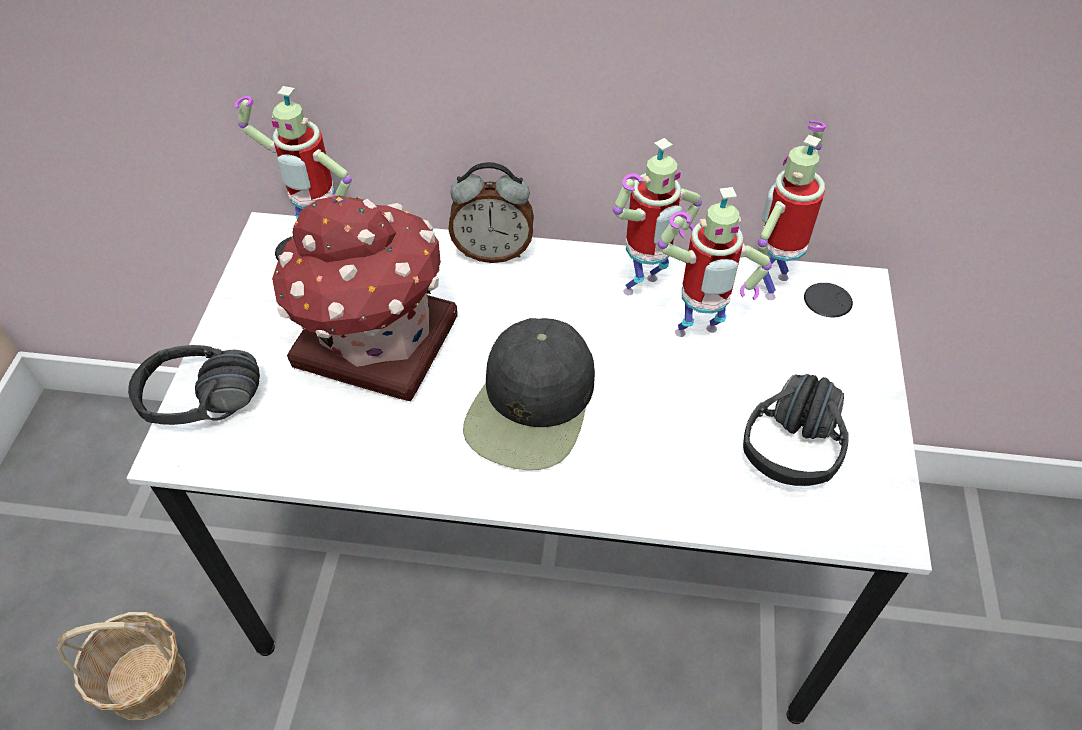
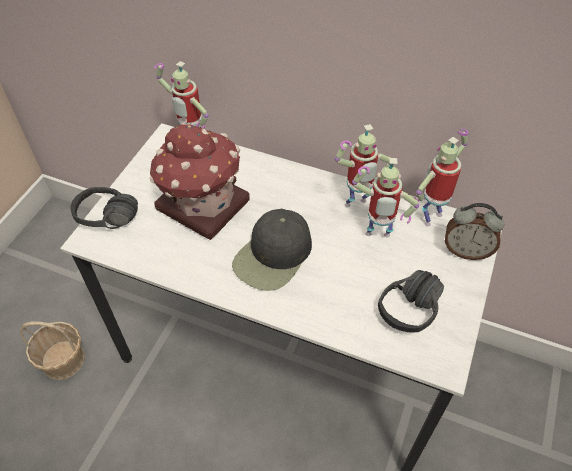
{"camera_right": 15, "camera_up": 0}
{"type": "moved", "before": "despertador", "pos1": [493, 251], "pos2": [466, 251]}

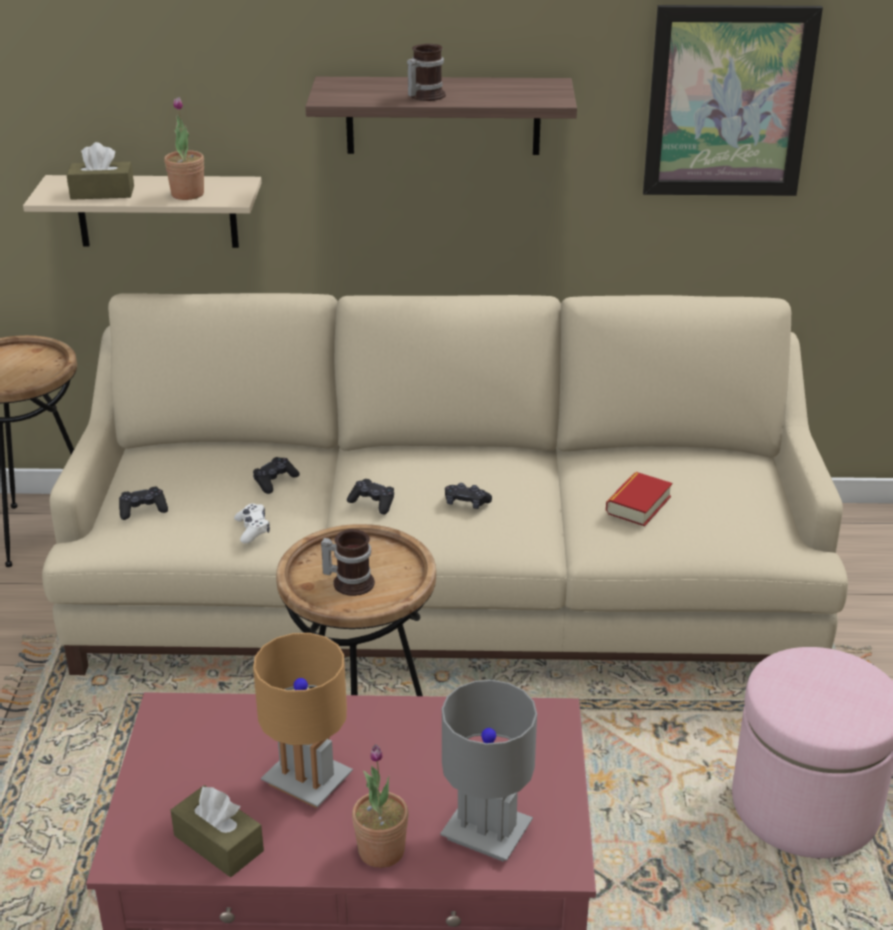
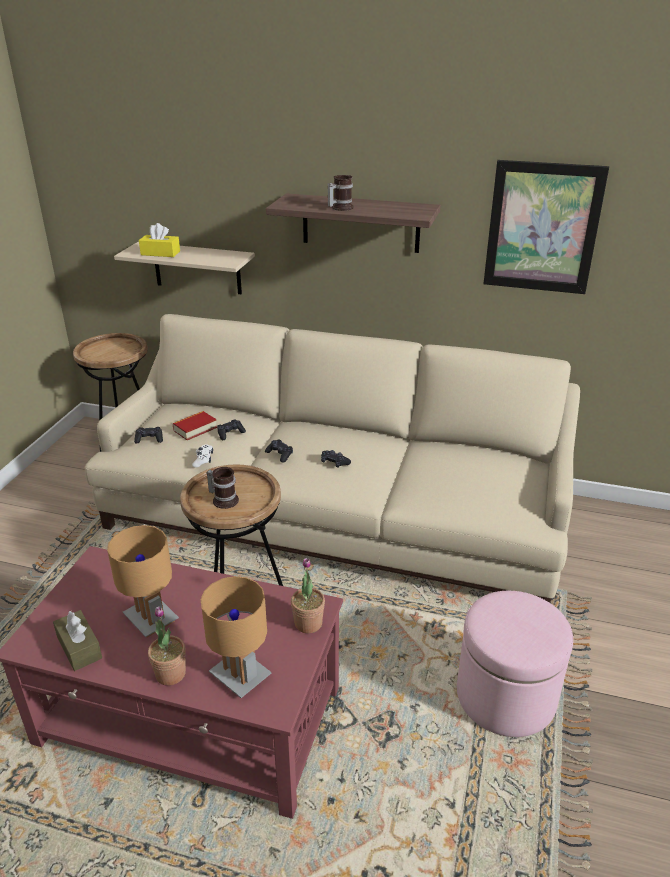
{"camera_right": 15, "camera_up": 0}
{"type": "recoloured", "before": "caja de pañuelos/marrón", "after": "caja de pañuelos/amarillo", "pos1": [102, 193], "pos2": [160, 253]}
{"type": "moved", "before": "planta en maceta", "pos1": [187, 194], "pos2": [308, 623]}
{"type": "recoloured", "before": "lámpara de mesa/gris", "after": "lámpara de mesa/marrón", "pos1": [486, 833], "pos2": [240, 676]}
{"type": "moved", "before": "libro", "pos1": [638, 505], "pos2": [195, 429]}

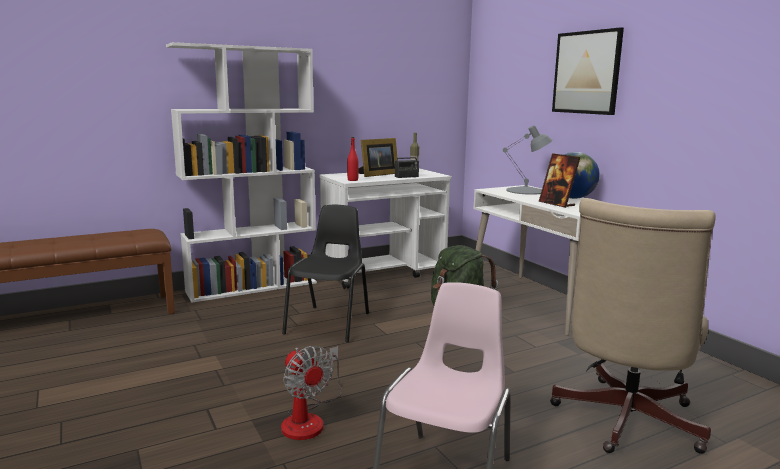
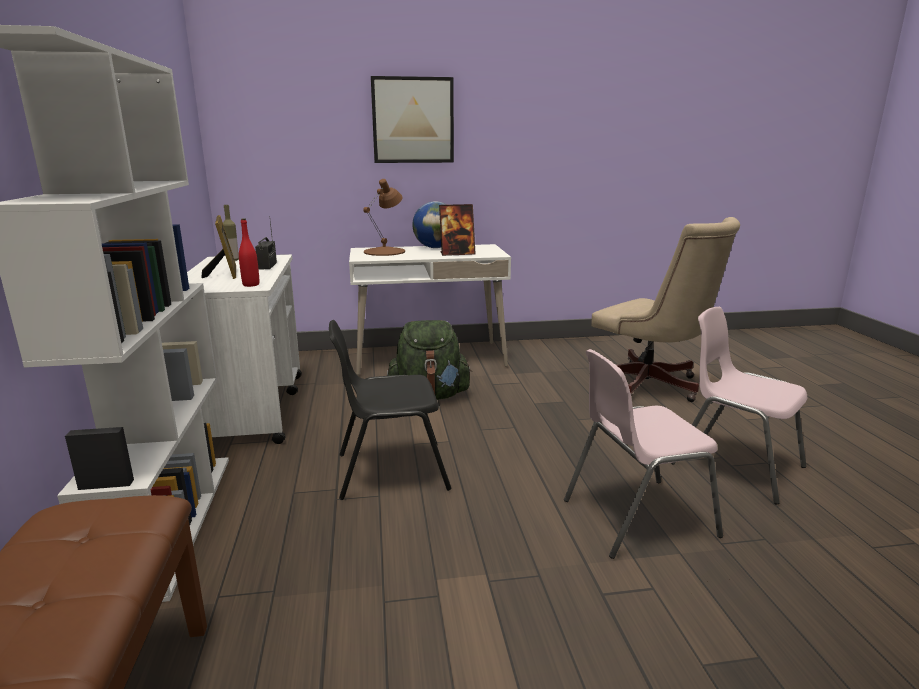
{"camera_right": -70, "camera_up": 5}
{"type": "replaced", "before": "ventilador", "after": "silla/rosa", "pos1": [309, 419], "pos2": [635, 517]}
{"type": "turned", "before": "silla/negro", "pos1": [329, 323], "pos2": [390, 471], "turn": -45}
{"type": "recoloured", "before": "lámpara de mesa/gris", "after": "lámpara de mesa/marrón", "pos1": [526, 191], "pos2": [385, 251]}

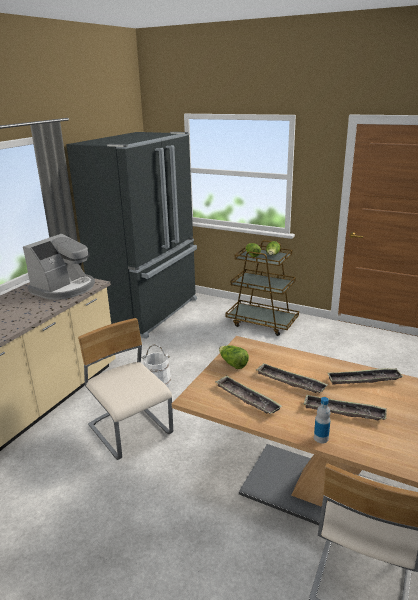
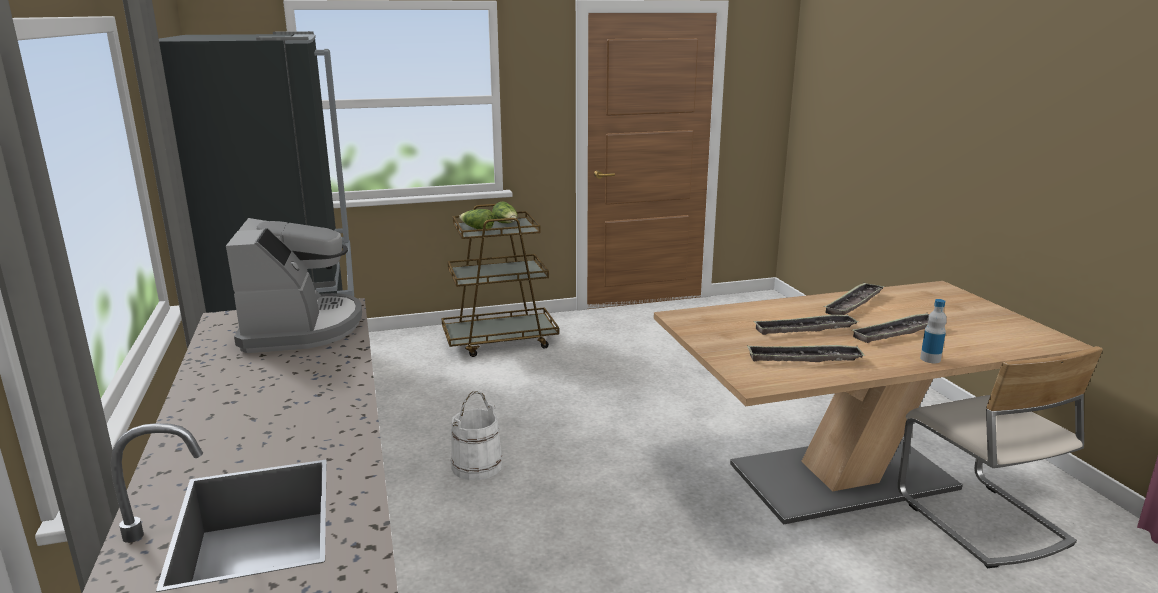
{"camera_right": -45, "camera_up": -5}
{"type": "removed", "before": "silla/beis", "pos1": [131, 430]}
{"type": "removed", "before": "lechuga", "pos1": [233, 364]}

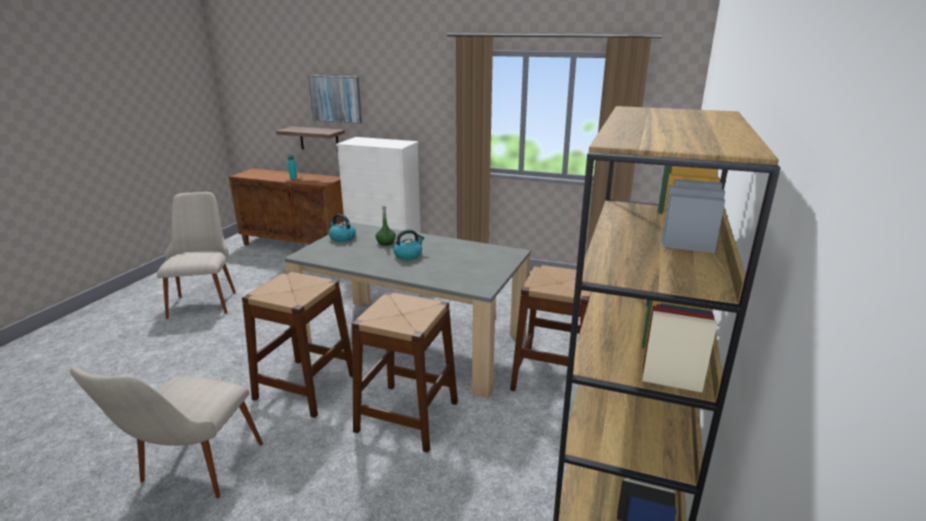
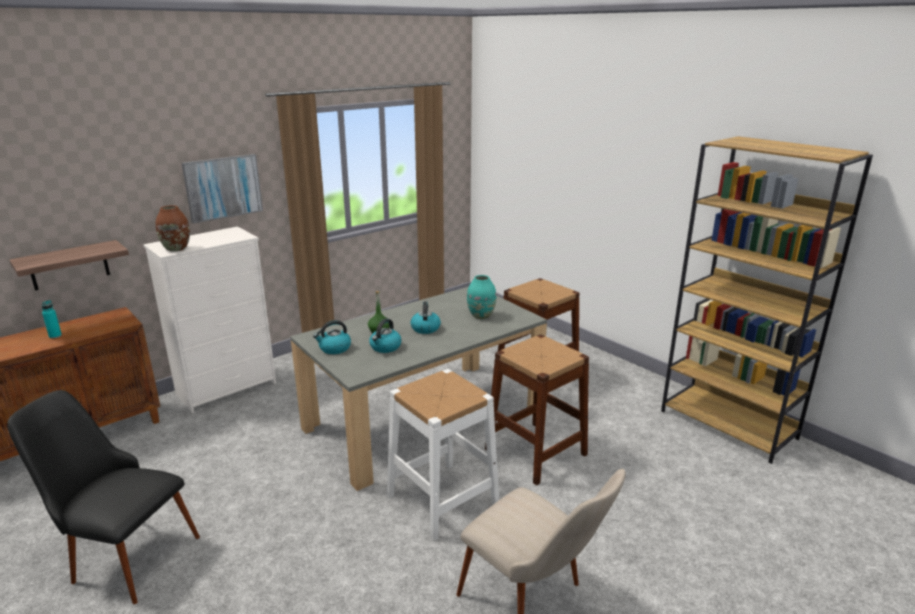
{"camera_right": -60, "camera_up": 0}
{"type": "recoloured", "before": "silla/beis", "after": "silla/negro", "pos1": [205, 299], "pos2": [122, 554]}
{"type": "recoloured", "before": "taburete/marrón", "after": "taburete/blanco", "pos1": [305, 386], "pos2": [442, 499]}
{"type": "moved", "before": "cuadro", "pos1": [336, 99], "pos2": [223, 187]}
{"type": "added", "after": "florero/marrón", "pos2": [176, 249]}
{"type": "added", "after": "hervidor", "pos2": [385, 347]}
{"type": "added", "after": "florero/turquesa", "pos2": [481, 316]}

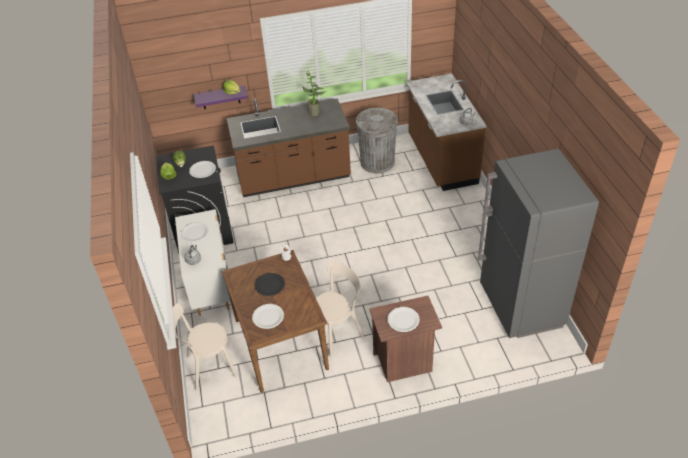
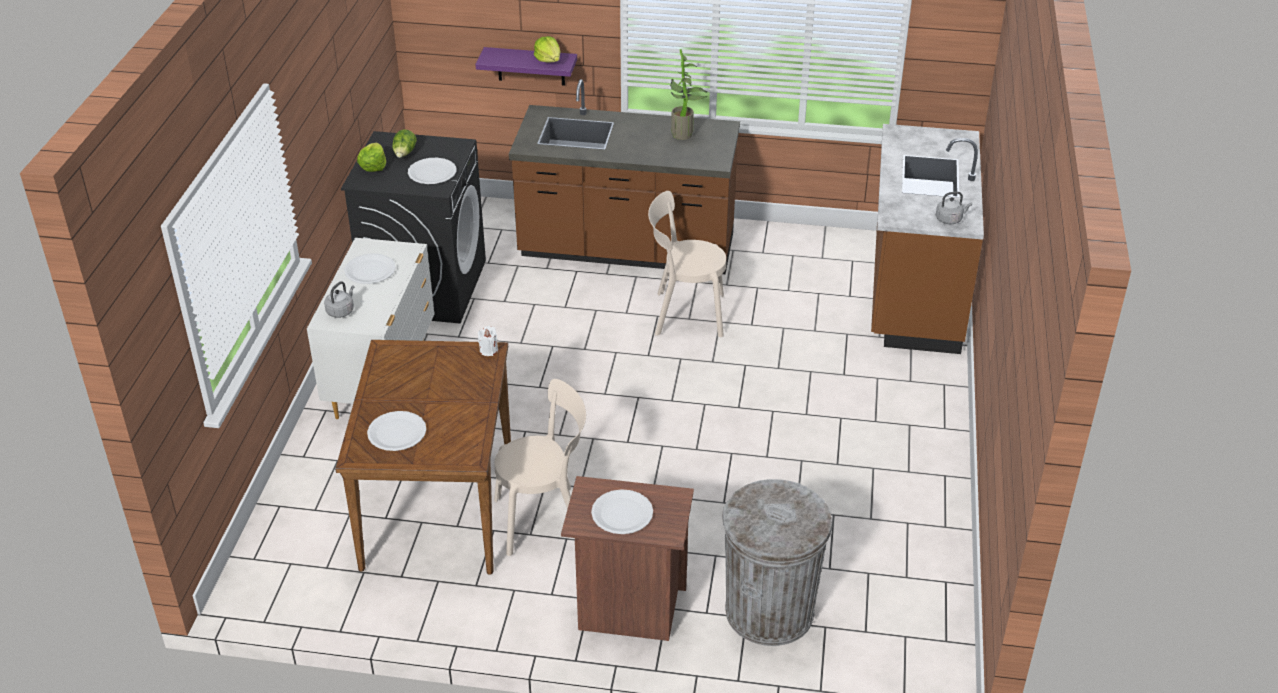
{"camera_right": 20, "camera_up": -5}
{"type": "moved", "before": "silla/beis", "pos1": [209, 367], "pos2": [685, 314]}
{"type": "removed", "before": "plato/negro", "pos1": [269, 285]}
{"type": "moved", "before": "papelera/gris", "pos1": [377, 162], "pos2": [769, 611]}
{"type": "removed", "before": "nevera/gris", "pos1": [520, 307]}

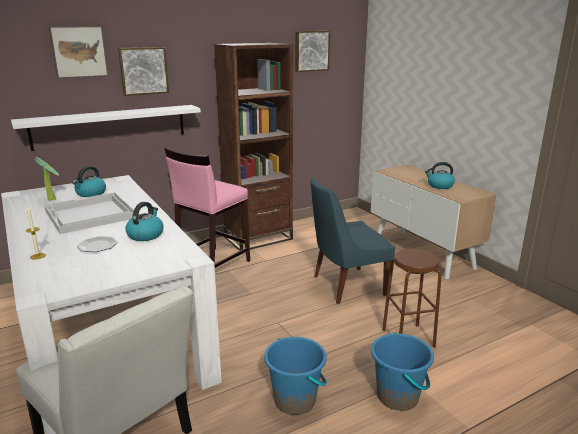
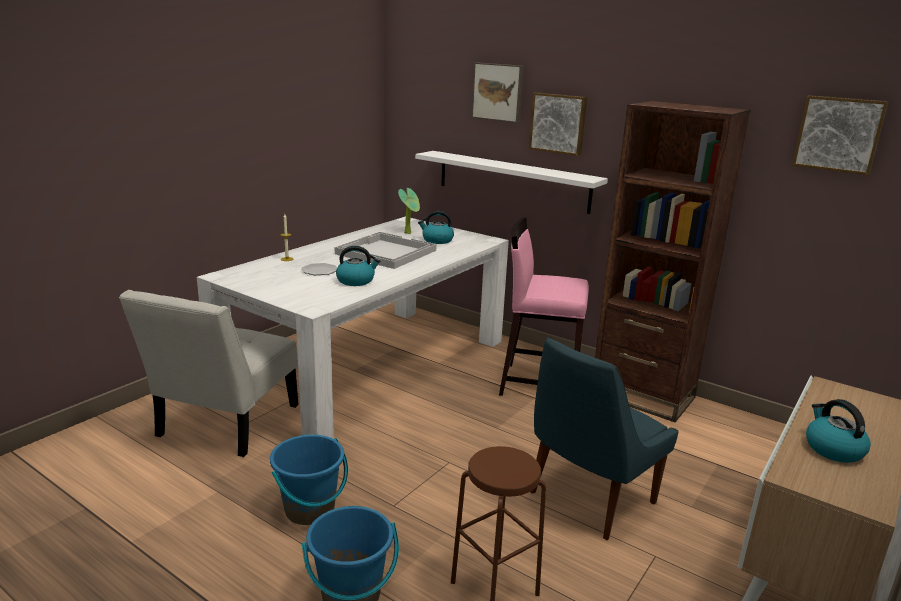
{"camera_right": 65, "camera_up": 0}
{"type": "turned", "before": "silla/azul", "pos1": [346, 286], "pos2": [588, 499], "turn": -90}

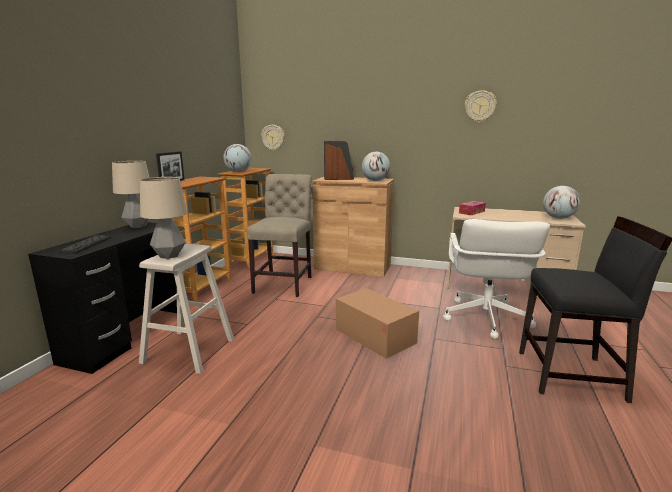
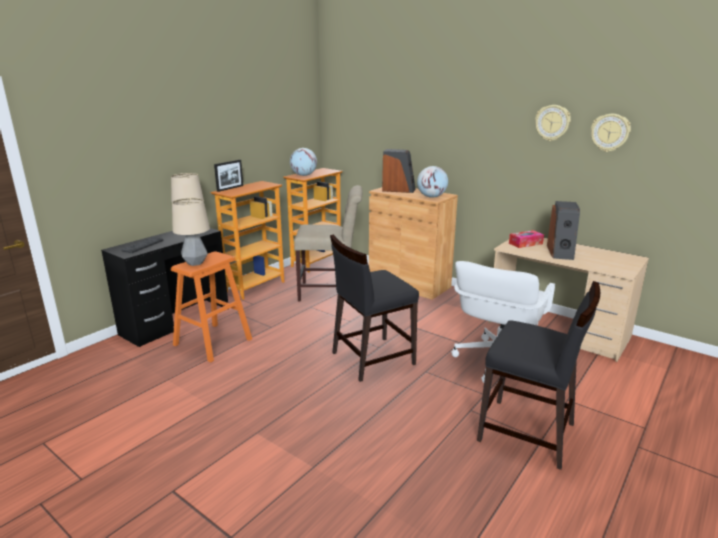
{"camera_right": 20, "camera_up": 5}
{"type": "recoloured", "before": "taburete/beis", "after": "taburete/naranja", "pos1": [189, 351], "pos2": [212, 342]}
{"type": "turned", "before": "silla/beis", "pos1": [285, 283], "pos2": [330, 292], "turn": 60}
{"type": "moved", "before": "reloj de pared", "pos1": [273, 137], "pos2": [610, 132]}
{"type": "replaced", "before": "caja de cartón", "after": "silla/negro", "pos1": [374, 336], "pos2": [372, 358]}
{"type": "removed", "before": "globo terráqueo", "pos1": [558, 218]}
{"type": "added", "after": "altavoz", "pos2": [561, 252]}

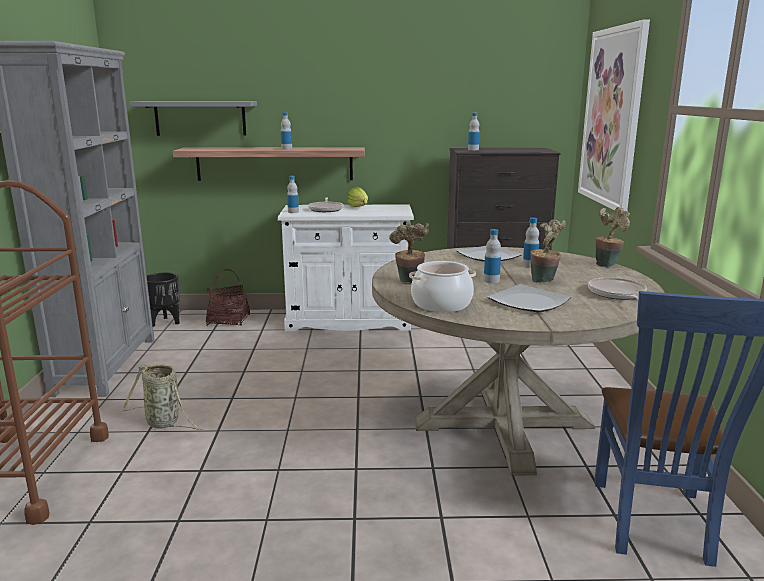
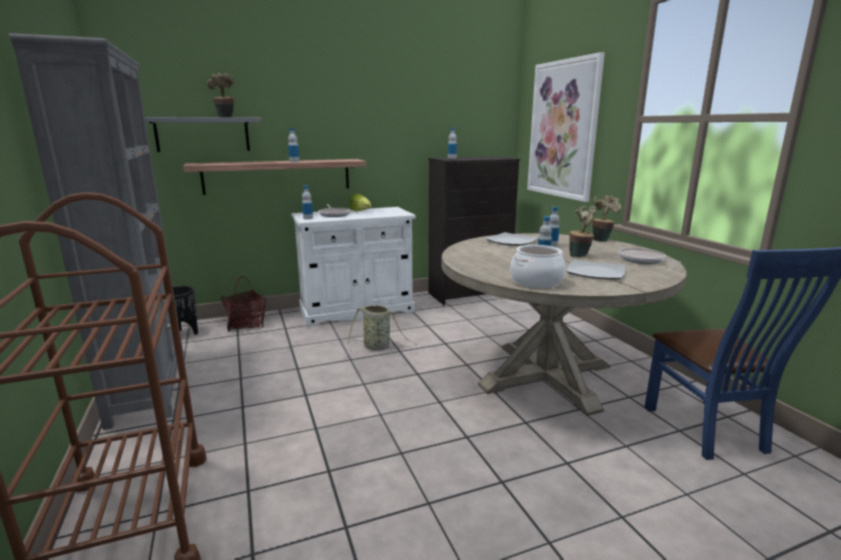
{"camera_right": -20, "camera_up": 0}
{"type": "moved", "before": "cesta", "pos1": [165, 423], "pos2": [378, 347]}
{"type": "moved", "before": "planta en maceta", "pos1": [409, 282], "pos2": [225, 117]}

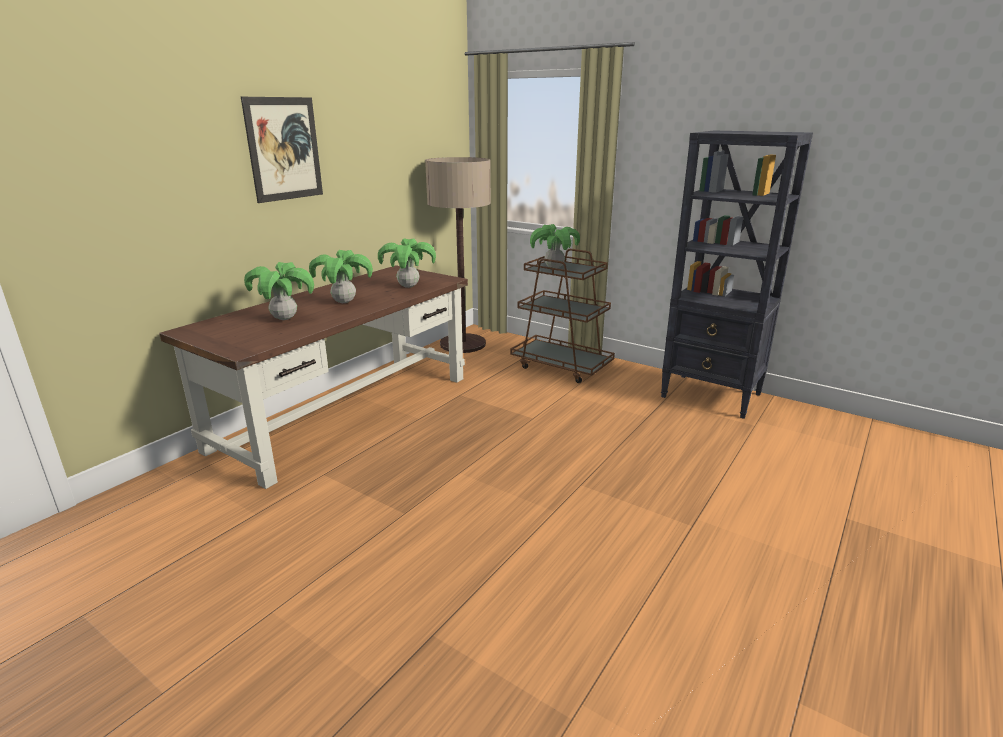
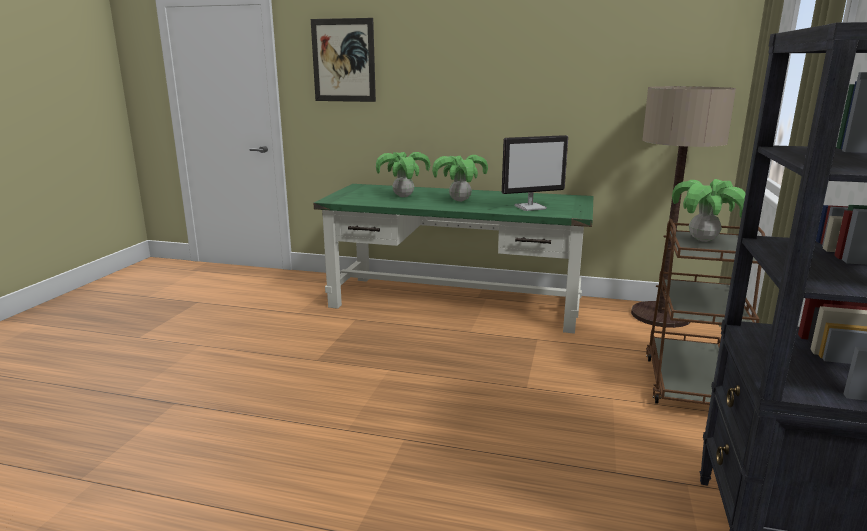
{"camera_right": 70, "camera_up": -5}
{"type": "recoloured", "before": "escritorio/marrón", "after": "escritorio/verde", "pos1": [347, 411], "pos2": [456, 302]}
{"type": "moved", "before": "cuadro", "pos1": [284, 149], "pos2": [343, 60]}
{"type": "replaced", "before": "planta en maceta", "after": "monitor", "pos1": [408, 286], "pos2": [530, 207]}

